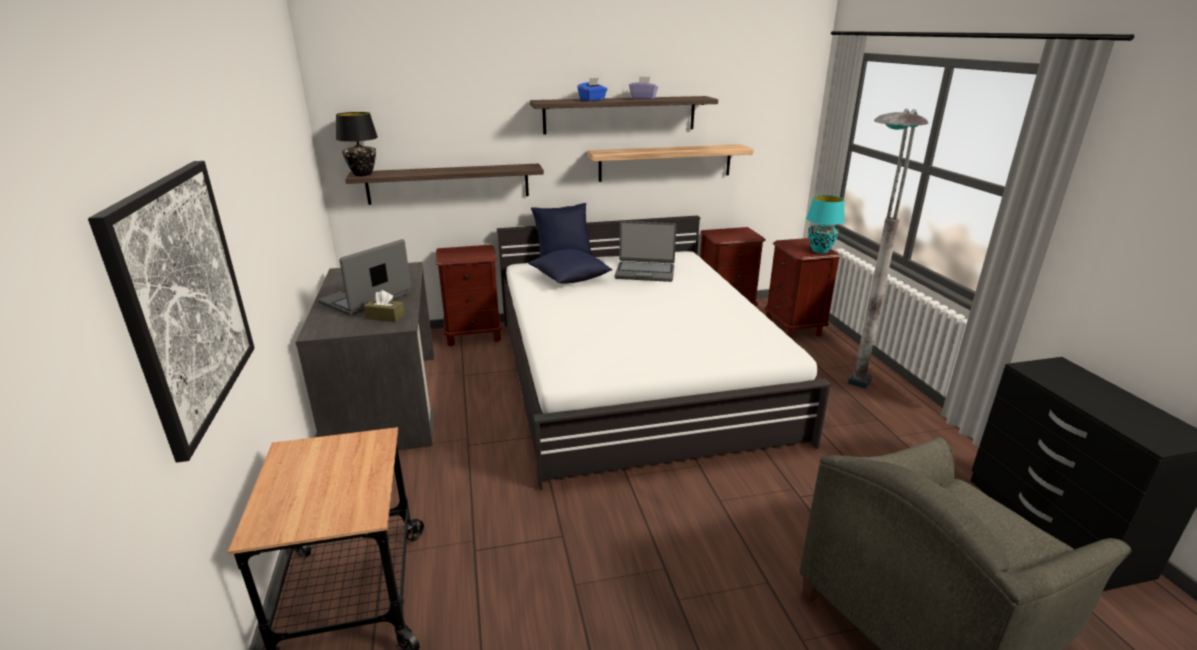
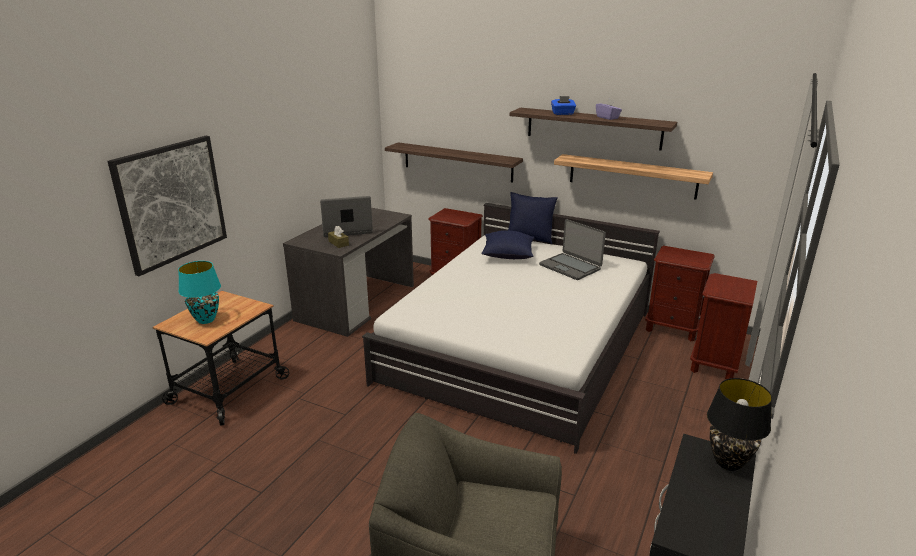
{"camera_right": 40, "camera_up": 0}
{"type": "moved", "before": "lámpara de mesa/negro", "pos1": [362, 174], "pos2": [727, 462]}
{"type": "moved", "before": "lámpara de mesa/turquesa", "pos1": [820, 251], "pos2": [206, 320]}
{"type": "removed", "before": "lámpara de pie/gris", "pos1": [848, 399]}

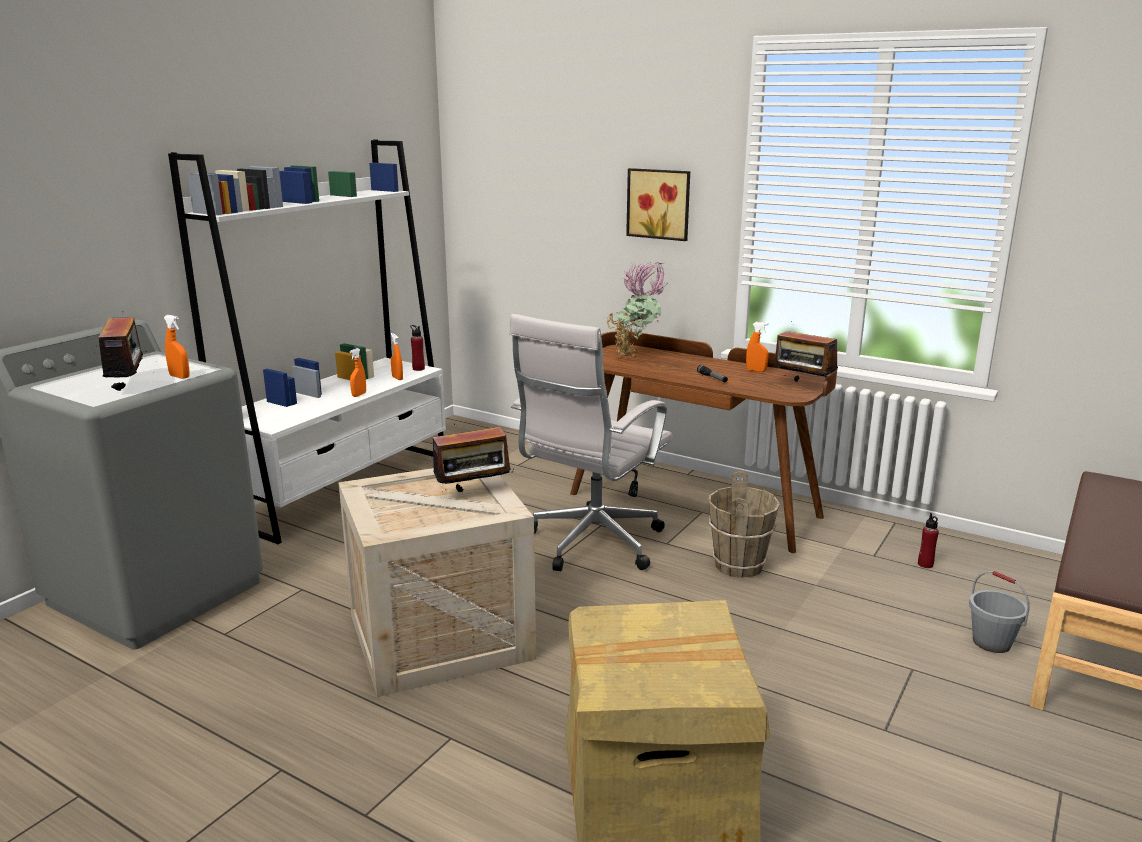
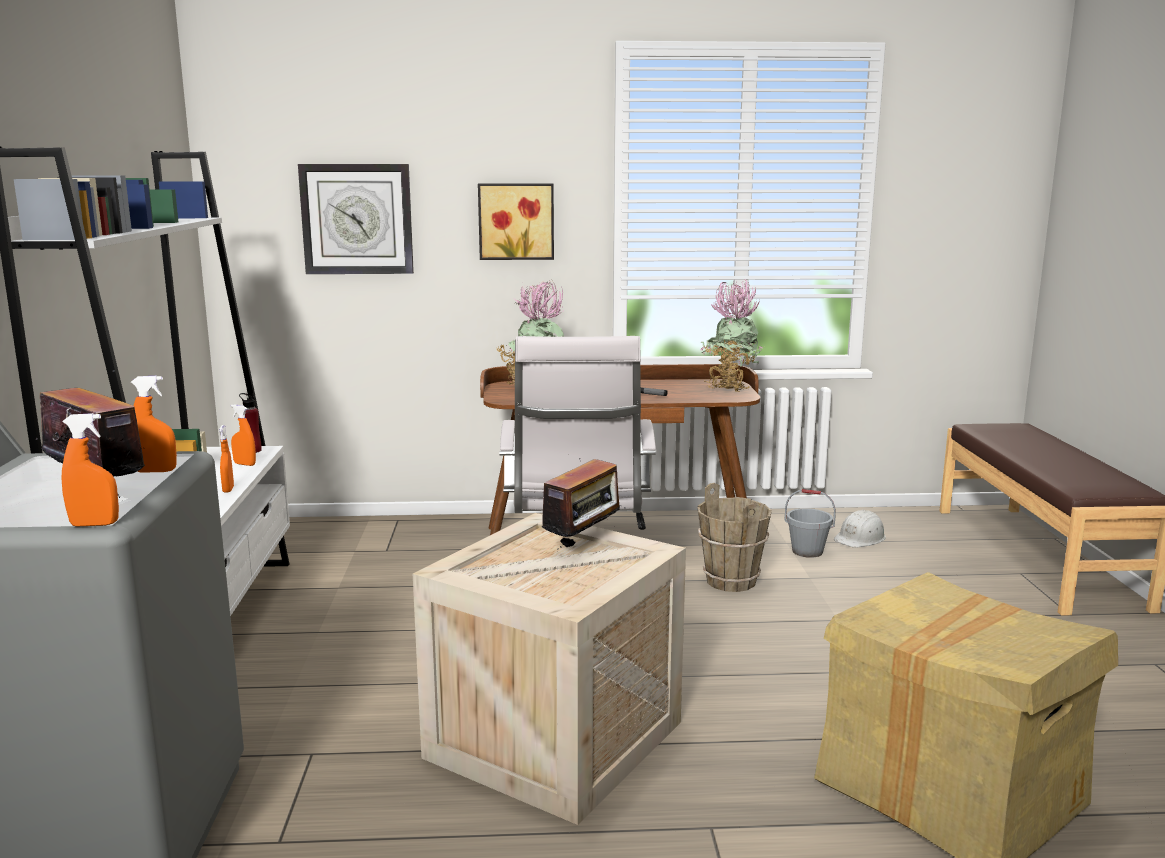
{"camera_right": -35, "camera_up": -5}
{"type": "moved", "before": "pulverizador/naranja", "pos1": [756, 370], "pos2": [94, 524]}
{"type": "replaced", "before": "radio", "after": "planta en maceta", "pos1": [803, 385], "pos2": [729, 388]}
{"type": "replaced", "before": "botella/rojo", "after": "casco/blanco", "pos1": [925, 564], "pos2": [860, 538]}
{"type": "moved", "before": "cubo/gris", "pos1": [992, 642], "pos2": [807, 551]}
{"type": "added", "after": "reloj de pared", "pos2": [357, 219]}

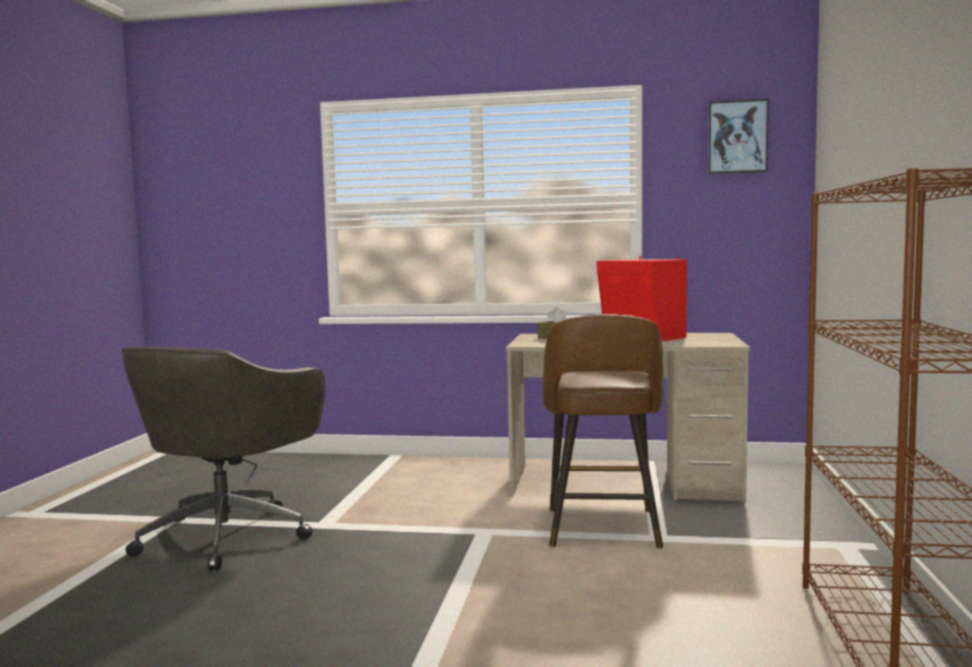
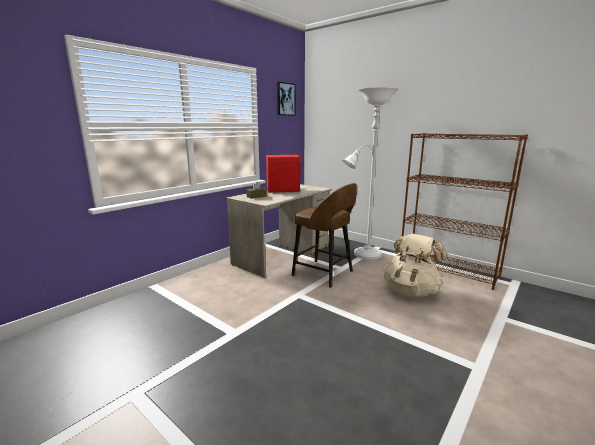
{"camera_right": -60, "camera_up": 10}
{"type": "removed", "before": "silla de oficina/gris", "pos1": [228, 535]}
{"type": "added", "after": "lámpara de pie/blanco", "pos2": [364, 255]}
{"type": "added", "after": "mochila/beis", "pos2": [411, 291]}

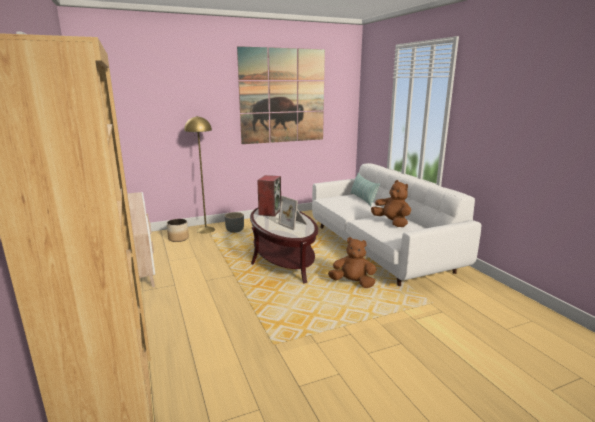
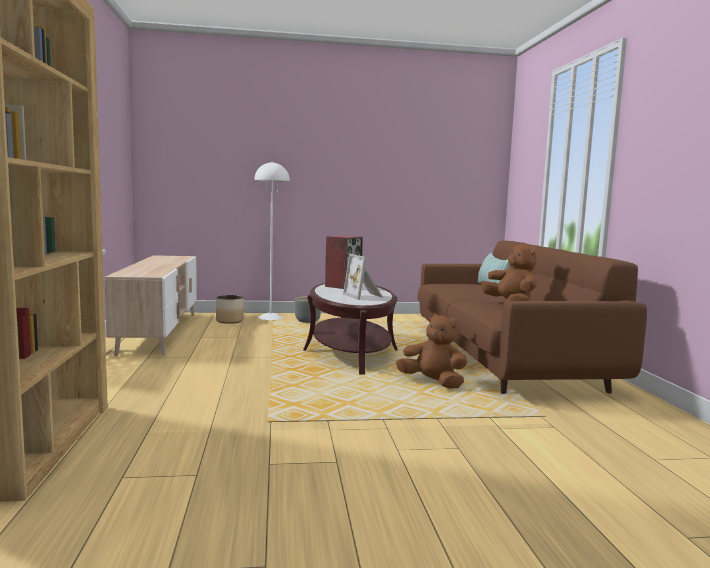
{"camera_right": 15, "camera_up": -10}
{"type": "recoloured", "before": "lámpara de pie/amarillo", "after": "lámpara de pie/blanco", "pos1": [206, 230], "pos2": [270, 317]}
{"type": "removed", "before": "cuadro", "pos1": [283, 96]}
{"type": "recoloured", "before": "sofá/blanco", "after": "sofá/marrón", "pos1": [378, 248], "pos2": [502, 356]}

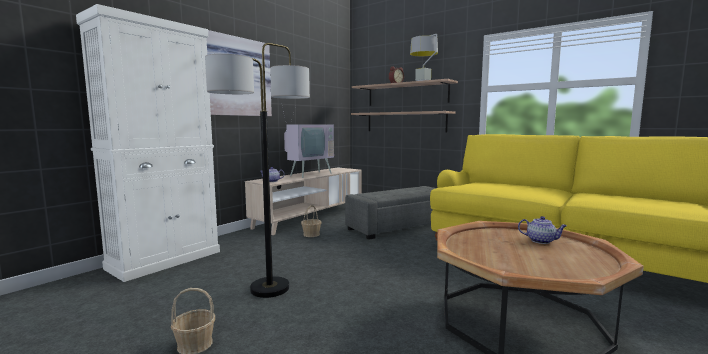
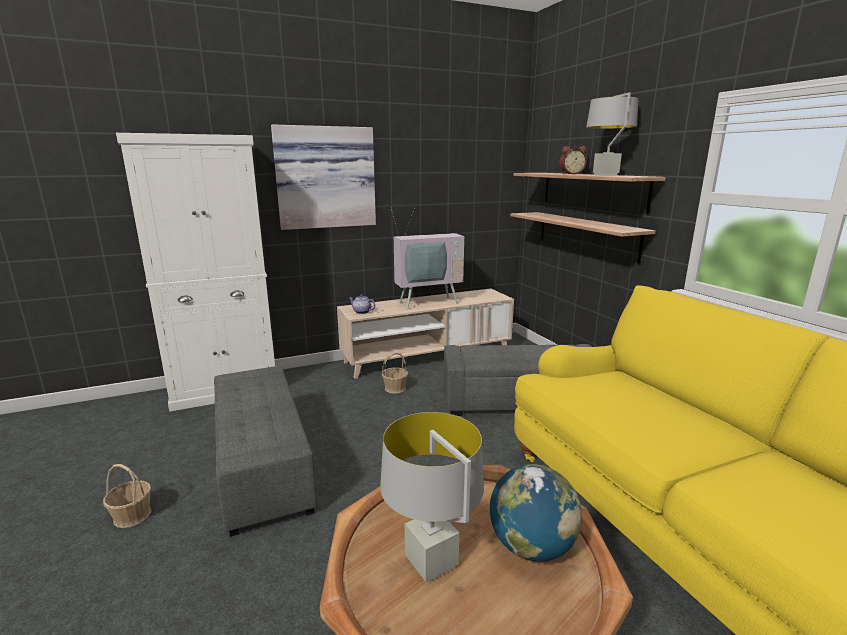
{"camera_right": 30, "camera_up": 10}
{"type": "replaced", "before": "lámpara de pie", "after": "puf/gris", "pos1": [269, 288], "pos2": [262, 464]}
{"type": "replaced", "before": "tetera", "after": "globo terráqueo", "pos1": [541, 241], "pos2": [531, 546]}
{"type": "added", "after": "lámpara de mesa/gris", "pos2": [431, 564]}

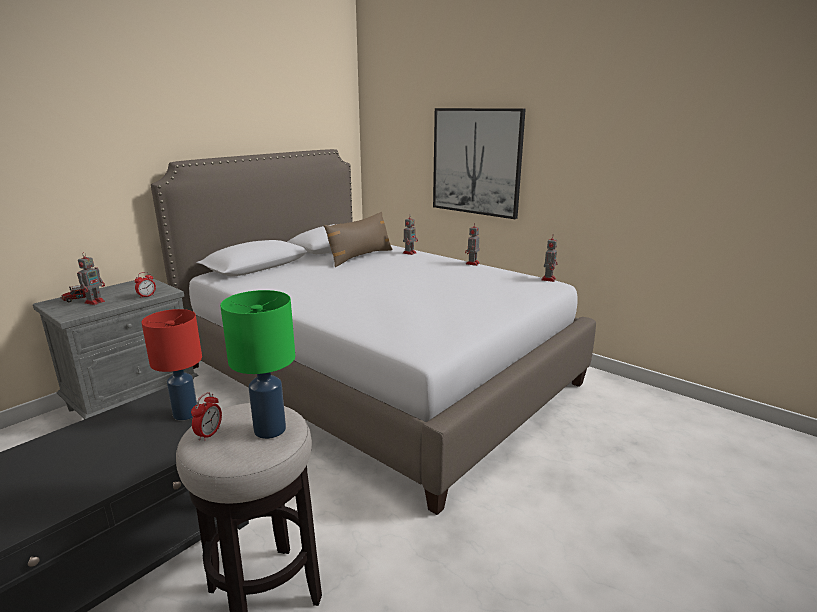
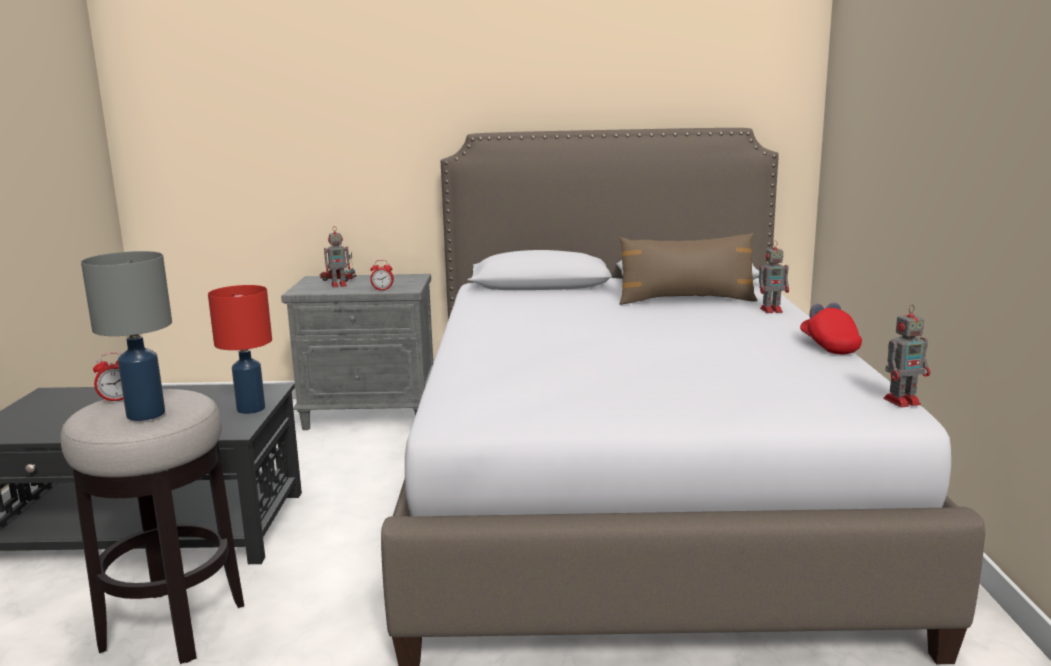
{"camera_right": 50, "camera_up": -5}
{"type": "recoloured", "before": "lámpara de mesa/verde", "after": "lámpara de mesa/gris", "pos1": [269, 430], "pos2": [145, 414]}
{"type": "removed", "before": "cuadro", "pos1": [476, 162]}
{"type": "replaced", "before": "robot de juguete", "after": "gorra/rojo", "pos1": [472, 263], "pos2": [829, 346]}

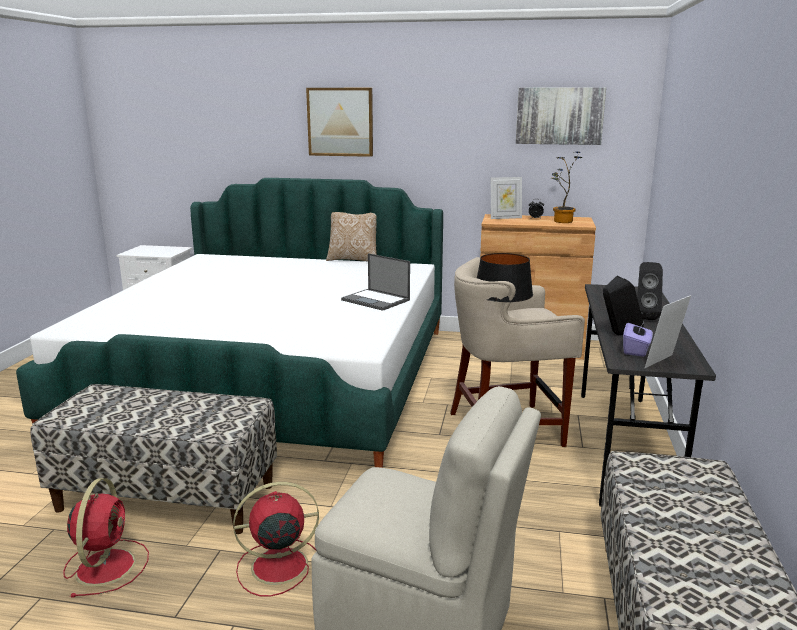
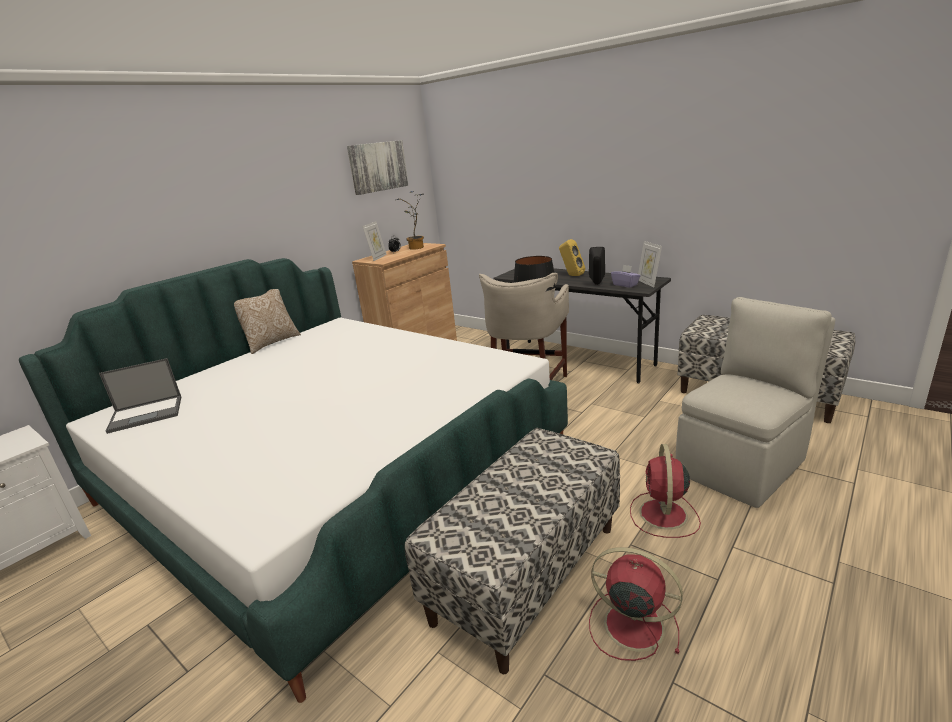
{"camera_right": -60, "camera_up": 5}
{"type": "removed", "before": "cuadro", "pos1": [340, 122]}
{"type": "moved", "before": "portátil", "pos1": [376, 300], "pos2": [147, 413]}
{"type": "recoloured", "before": "altavoz/negro", "after": "altavoz/amarillo", "pos1": [644, 317], "pos2": [571, 275]}

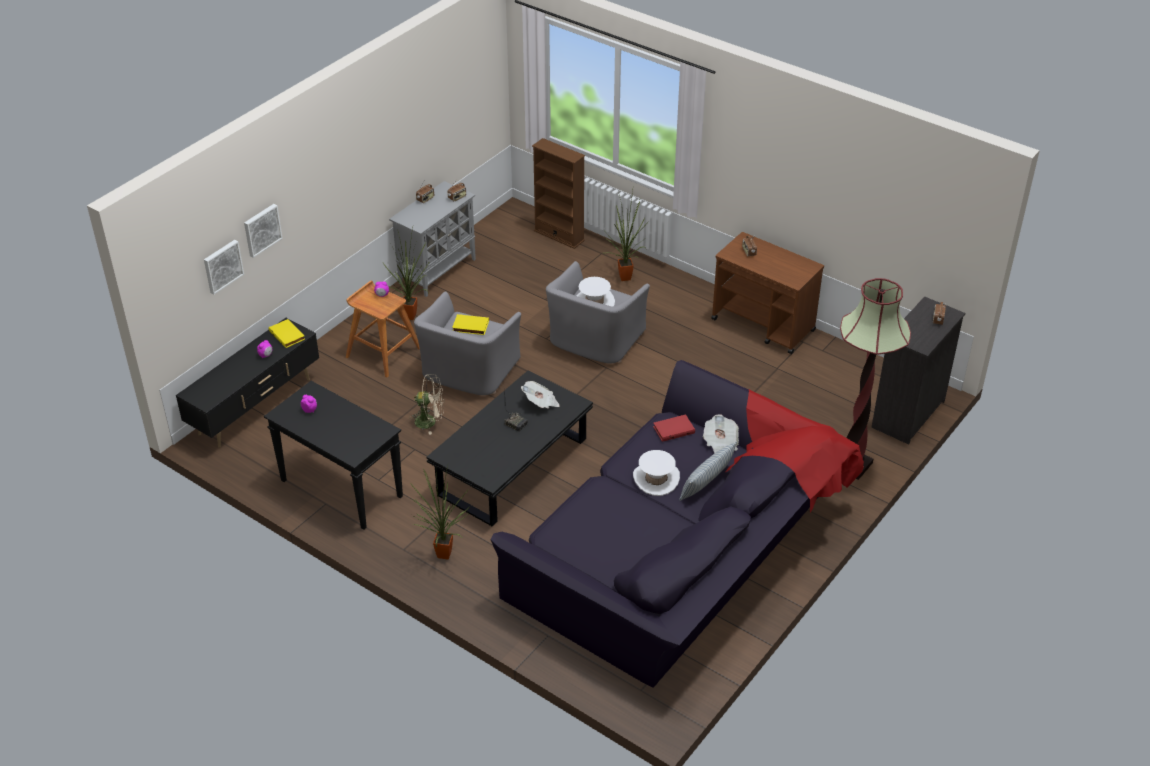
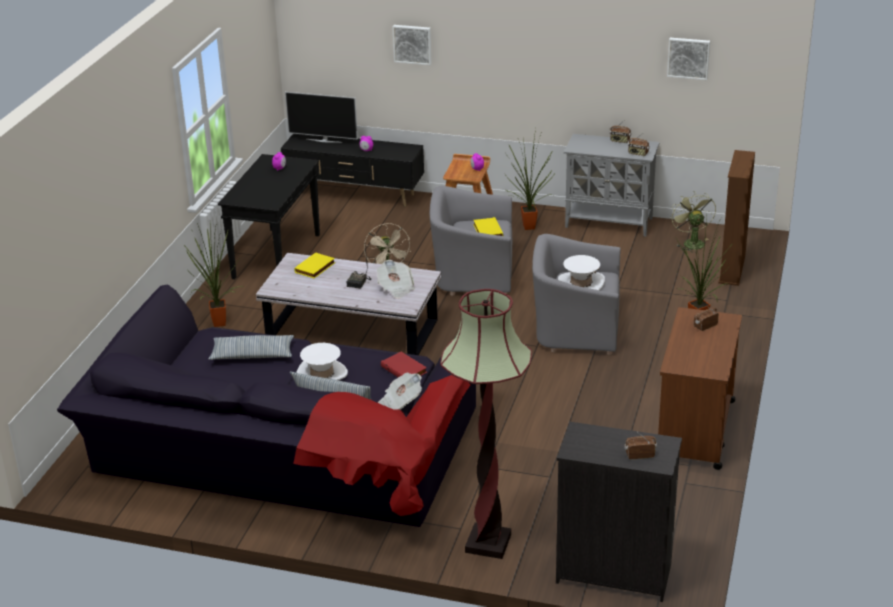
{"camera_right": 70, "camera_up": -10}
{"type": "moved", "before": "cuadro", "pos1": [222, 266], "pos2": [688, 58]}
{"type": "moved", "before": "libro/amarillo", "pos1": [288, 335], "pos2": [315, 268]}
{"type": "recoloured", "before": "mesa de centro/negro", "after": "mesa de centro/blanco", "pos1": [512, 467], "pos2": [351, 329]}
{"type": "added", "after": "cojín", "pos2": [252, 355]}
{"type": "added", "after": "televisor", "pos2": [324, 140]}
{"type": "added", "after": "ventilador/verde", "pos2": [691, 242]}

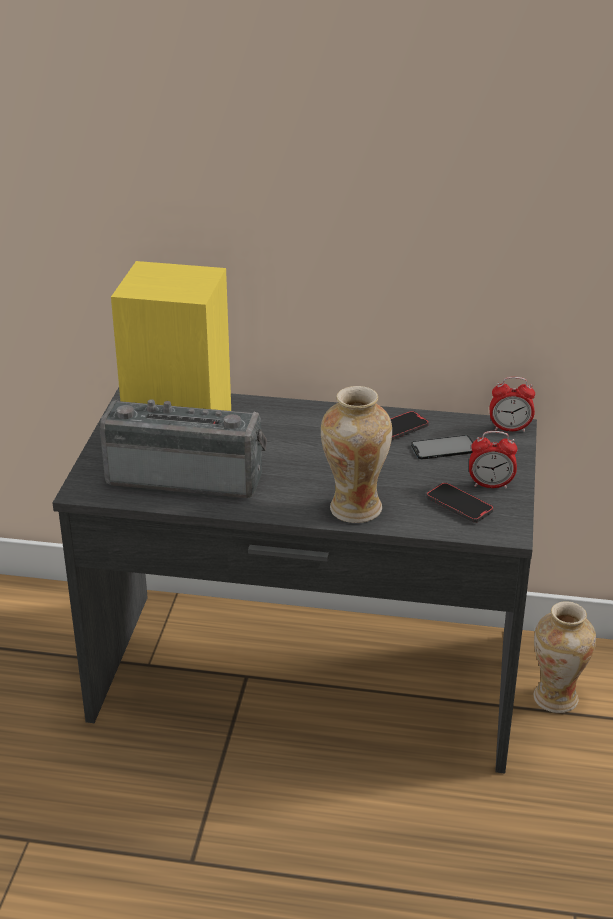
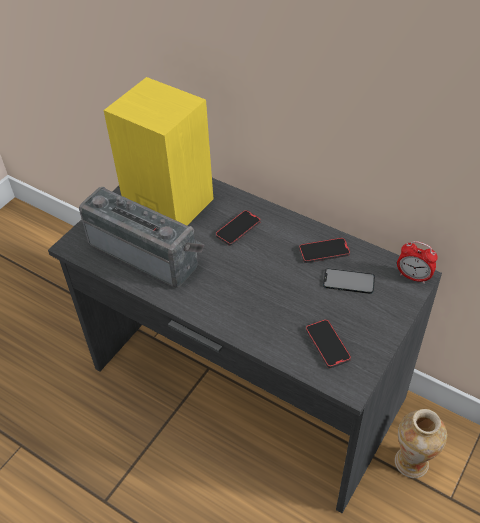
{"camera_right": 25, "camera_up": 15}
{"type": "removed", "before": "florero", "pos1": [355, 508]}
{"type": "removed", "before": "despertador", "pos1": [490, 485]}
{"type": "added", "after": "móvil", "pos2": [238, 229]}

